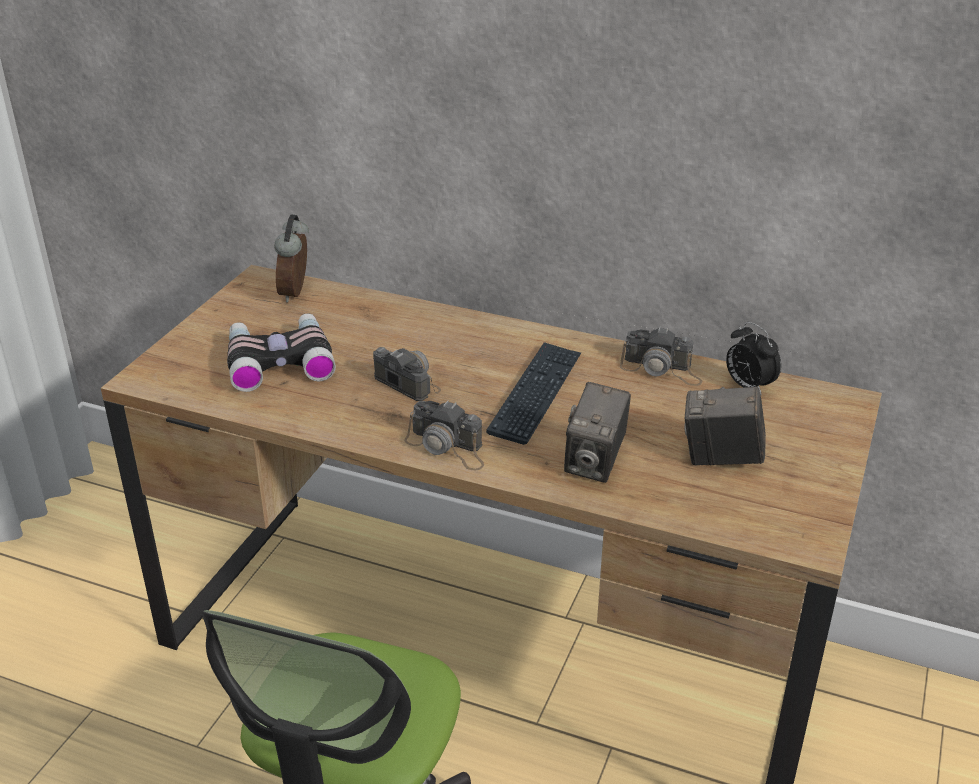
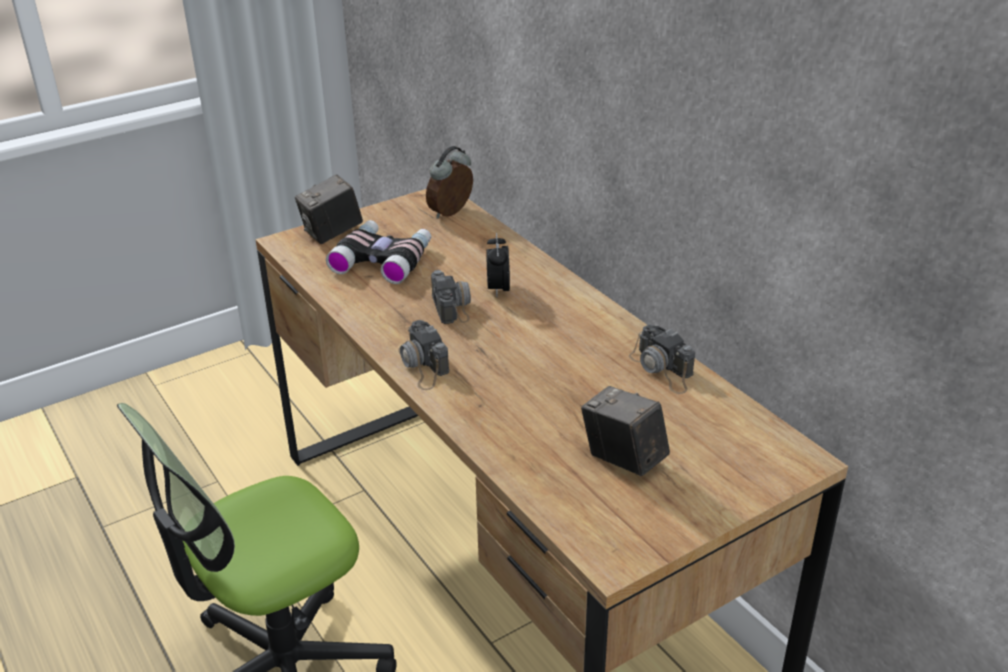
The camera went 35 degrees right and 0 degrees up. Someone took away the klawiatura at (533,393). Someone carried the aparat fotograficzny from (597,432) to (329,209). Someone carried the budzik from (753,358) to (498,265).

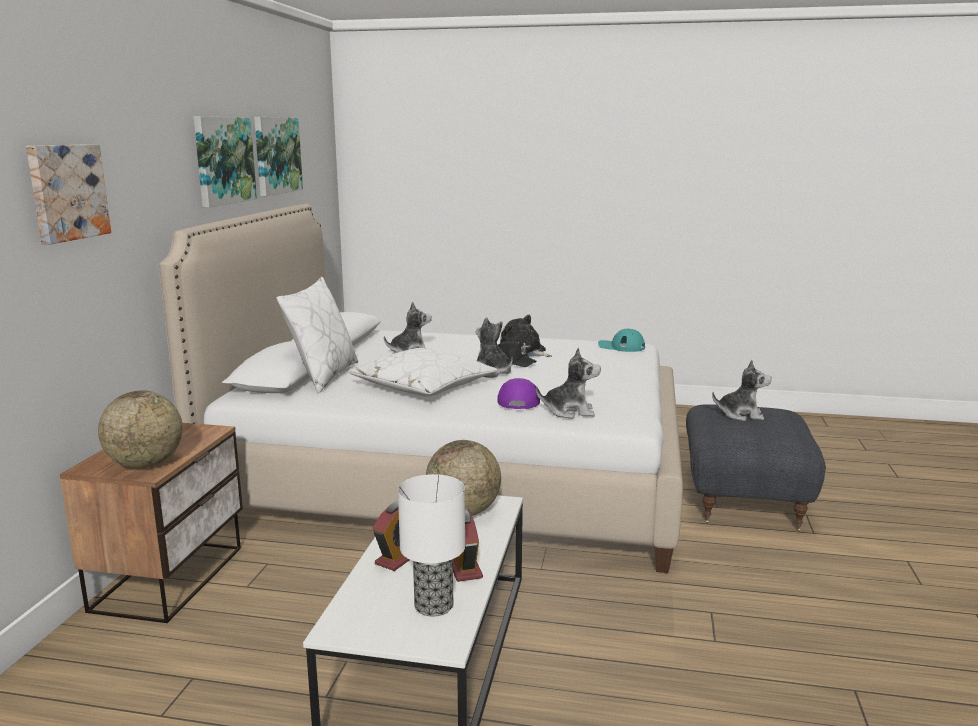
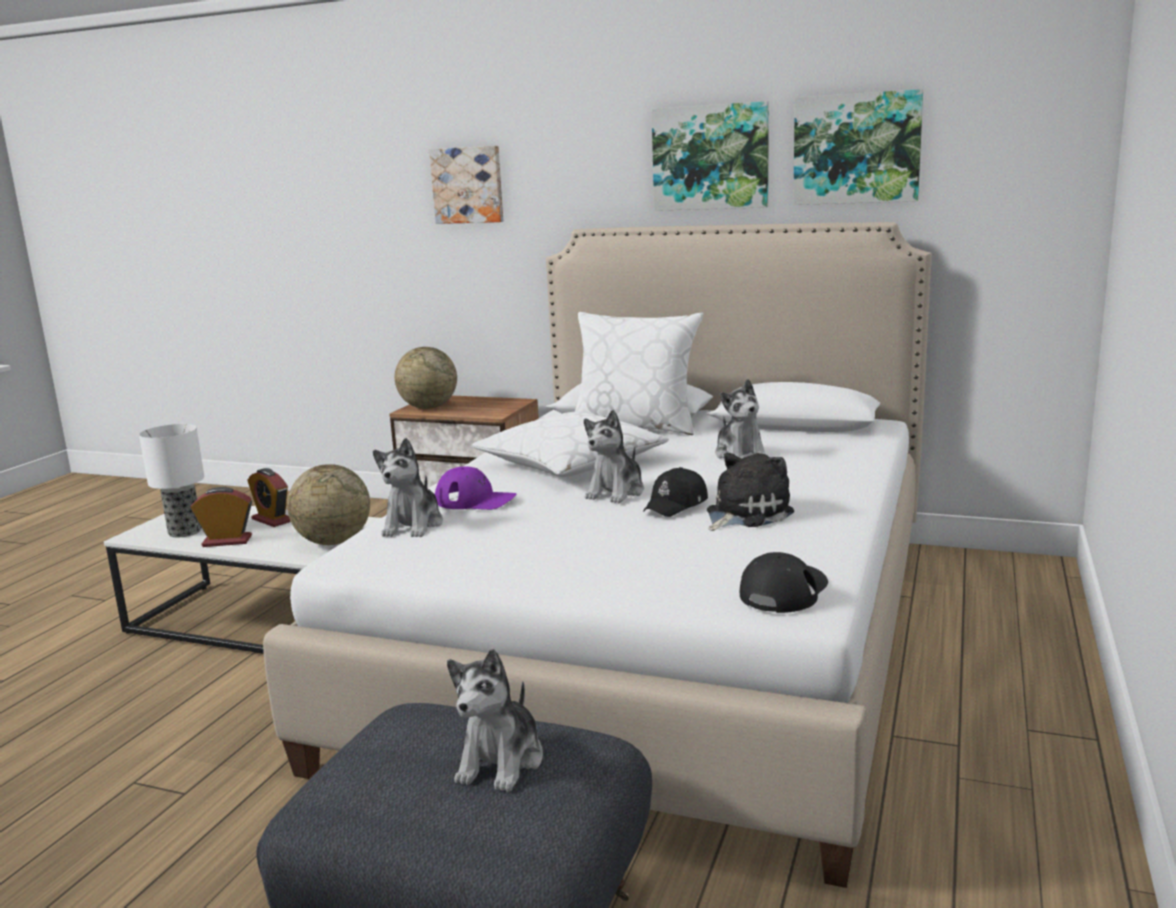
The camera went 100 degrees right and 0 degrees up. Someone repainted the czapka z daszkiem [turkusowy] at (621,340), which became the czapka z daszkiem [czarny] at (784,582). Someone rotated the pluszak at (494,347) by 150 degrees clockwise.

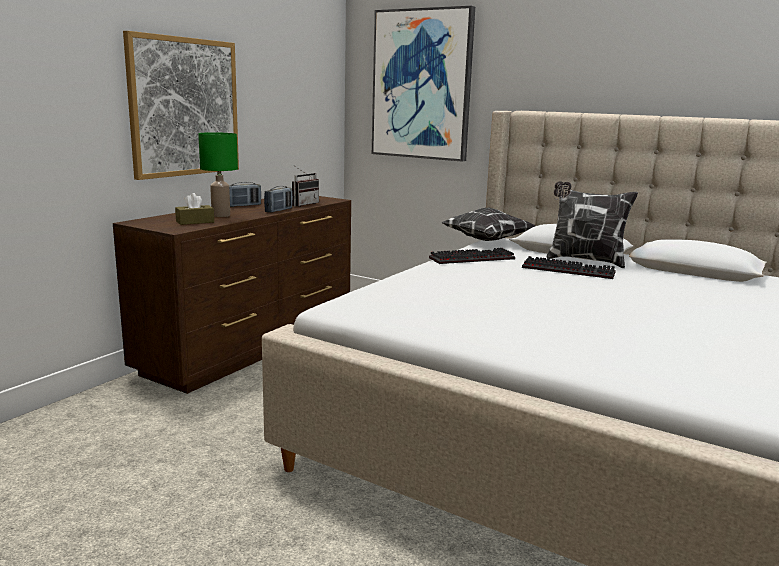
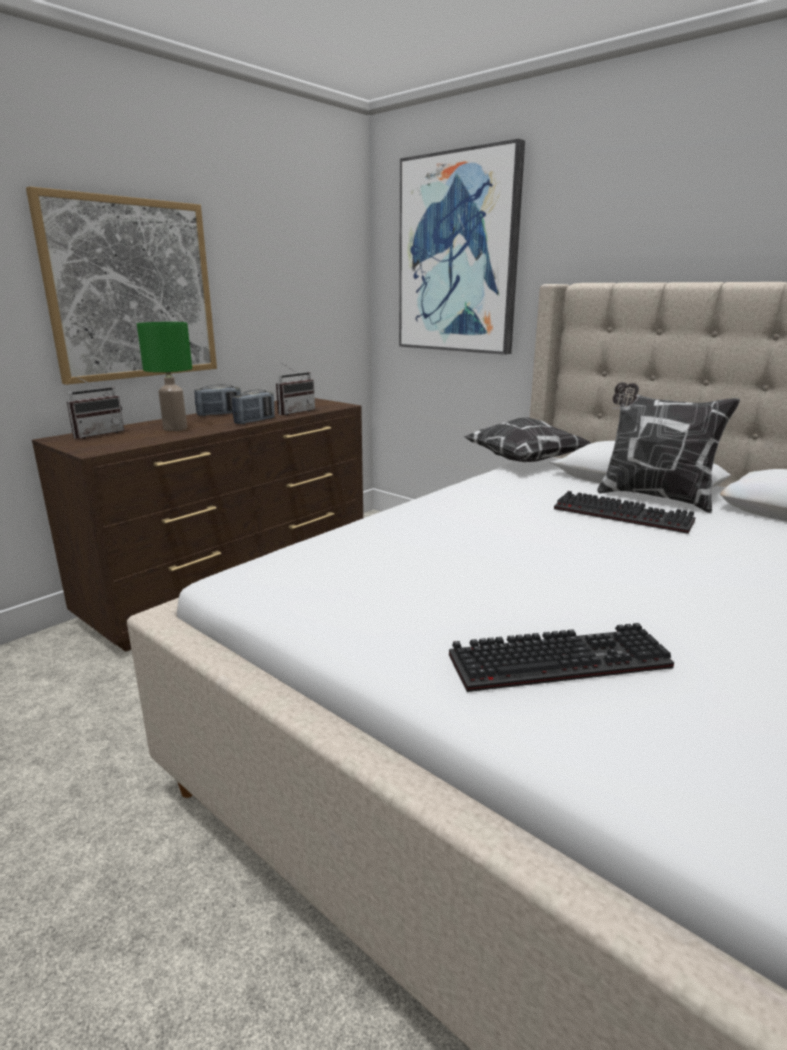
The camera went 10 degrees right and 5 degrees up. Someone took away the pudełko chusteczek [brązowy] at (194,209). Someone put down the radio at (95,407). Someone carried the klawiatura from (472,256) to (561,657).

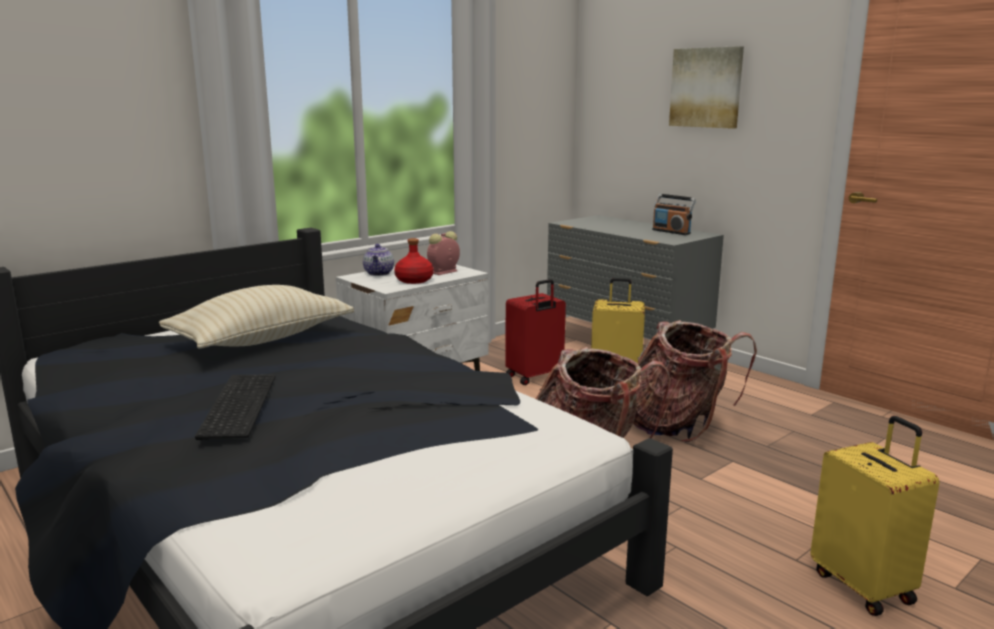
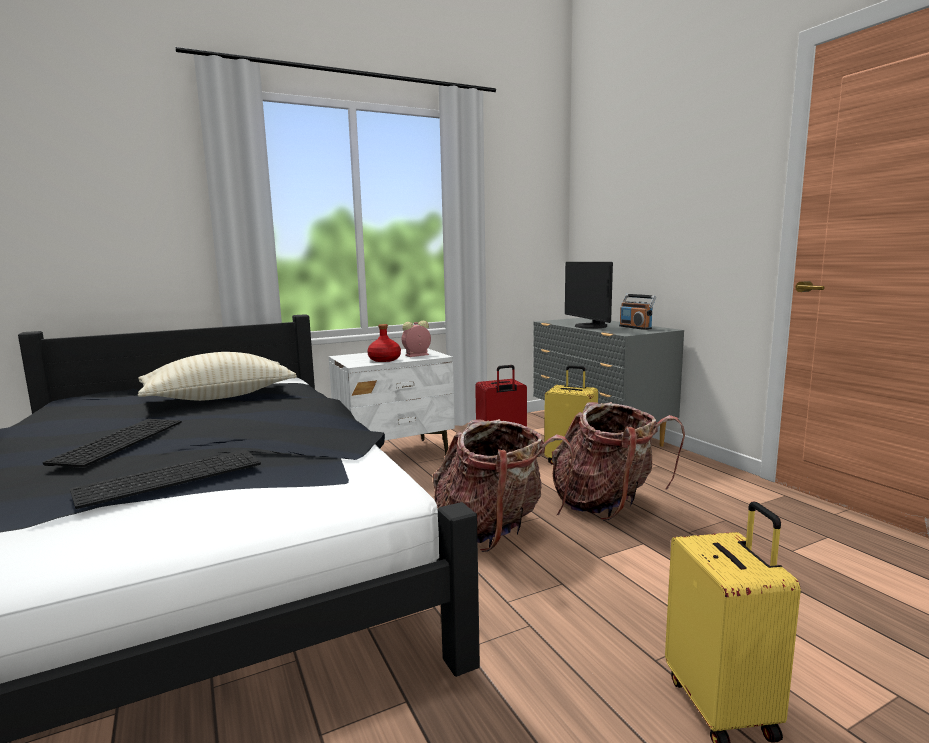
The camera went 15 degrees right and 5 degrees down. Someone took away the imbryk at (378,260). Someone took away the obraz at (706,87). Someone put down the klawiatura at (165,479). Someone put down the monitor at (589,295).

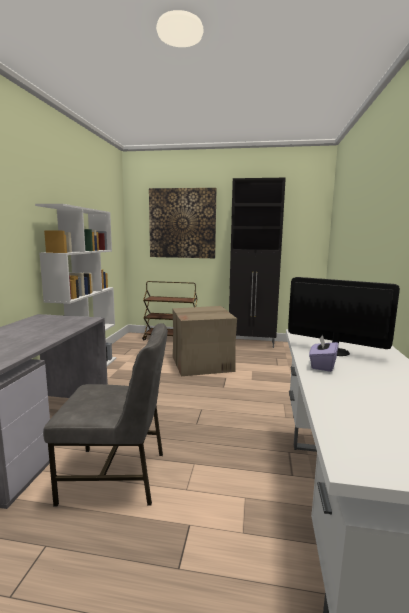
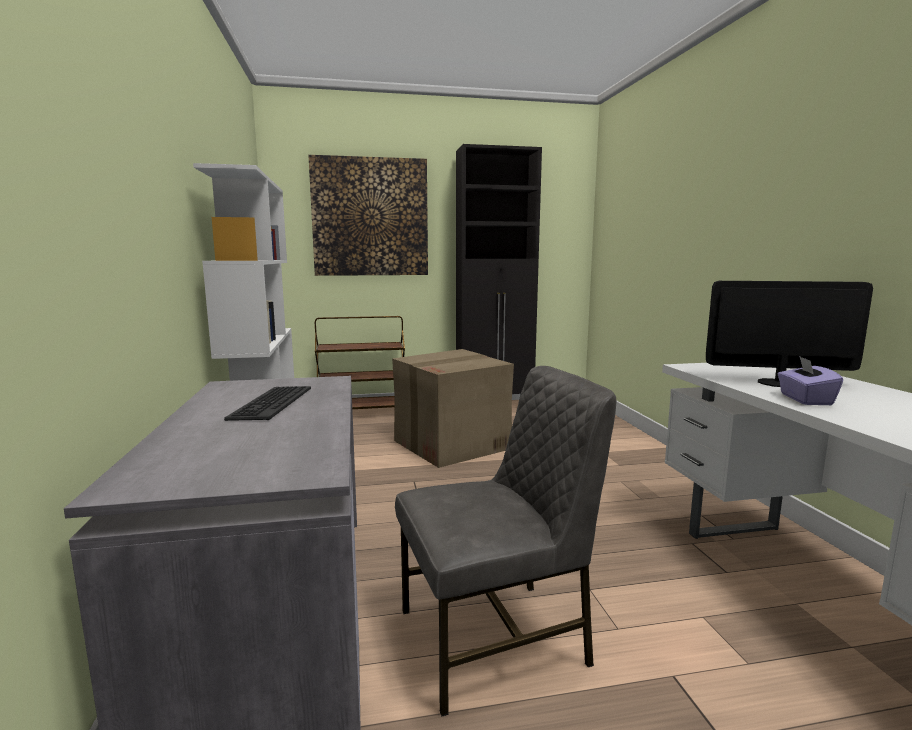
The camera went 20 degrees left and 0 degrees up. Someone put down the klawiatura at (267,403).

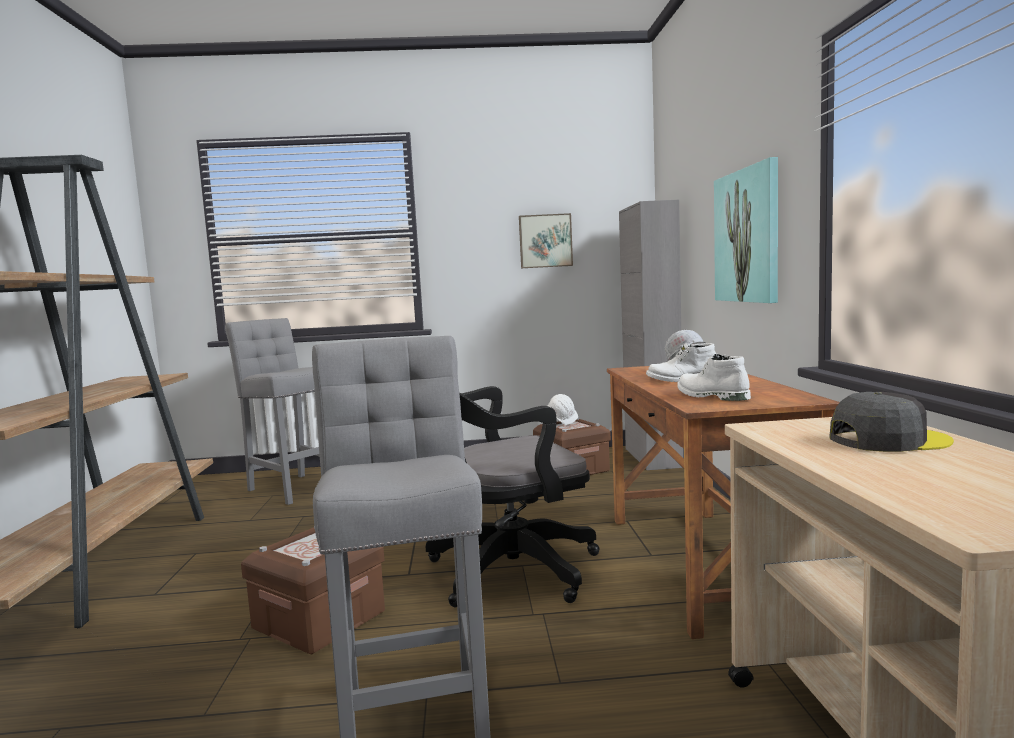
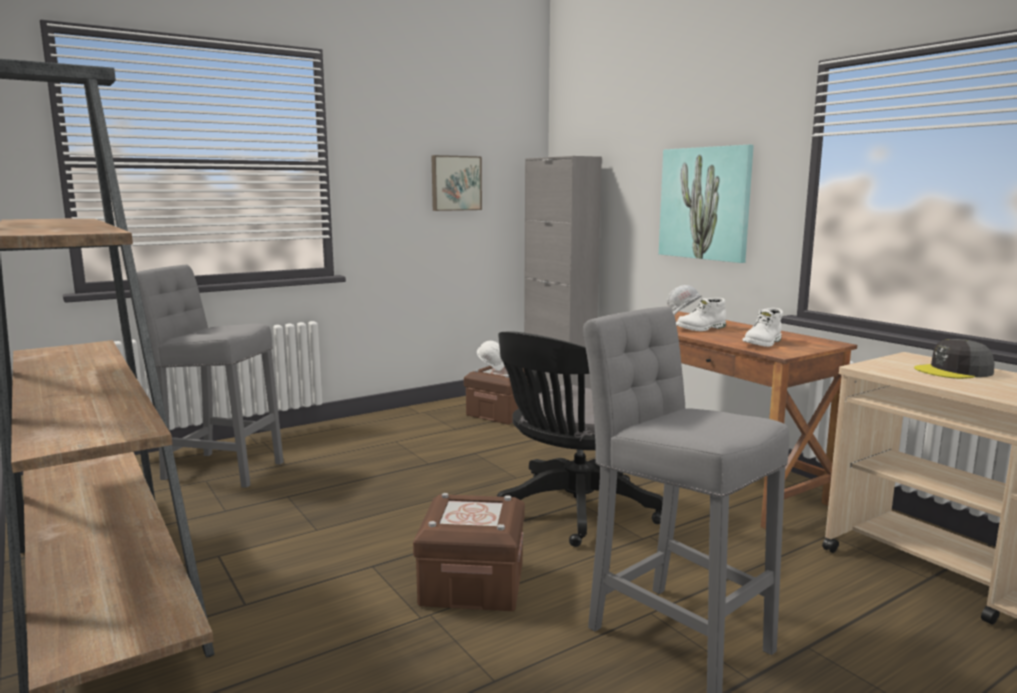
The camera went 30 degrees left and 5 degrees up. Someone rotated the but z cholewką [biały] at (714,377) by 75 degrees counterclockwise. Someone rotated the czapka z daszkiem [szary] at (891,422) by 150 degrees counterclockwise.

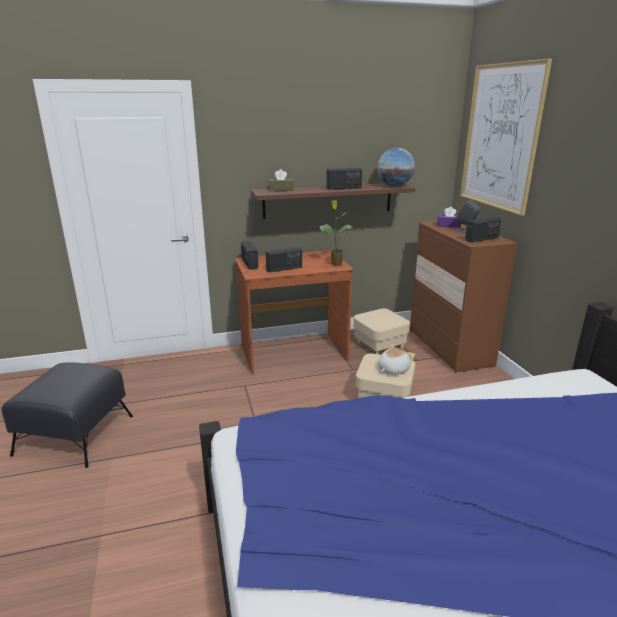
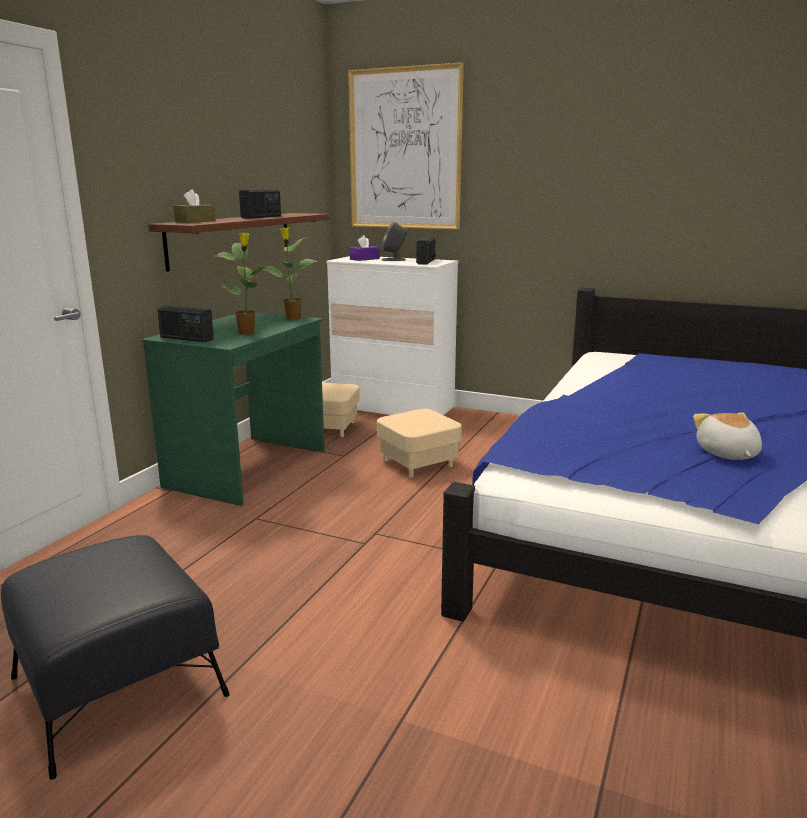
The camera went 50 degrees left and 5 degrees down. Someone took away the globus at (396,167). Someone carried the pluszak from (396,360) to (727,436). Someone swapped the radio at (284,259) for the roślina doniczkowa at (240,283). Someone repainted the biurko [brązowy] at (294,312), which became the biurko [zielony] at (233,409). Someone repainted the komoda [brązowy] at (464,297), which became the komoda [biały] at (392,335).

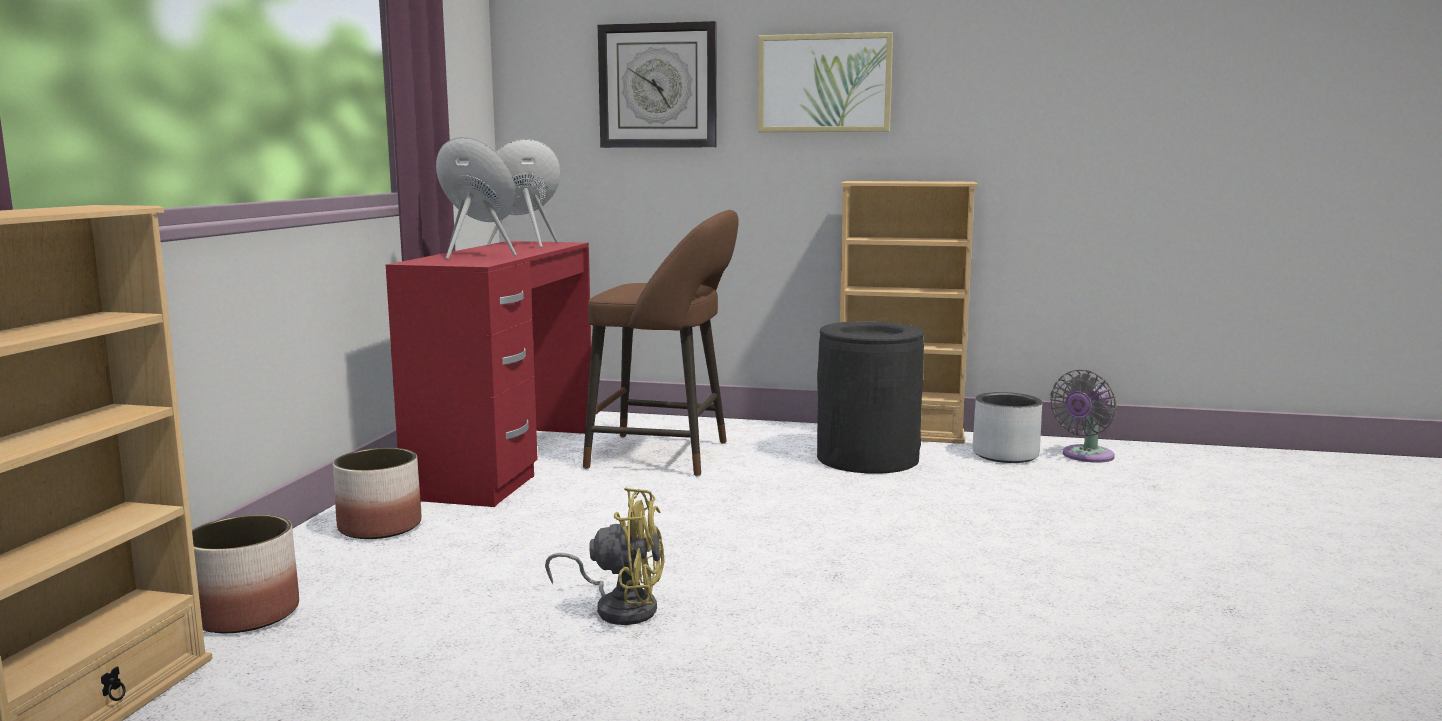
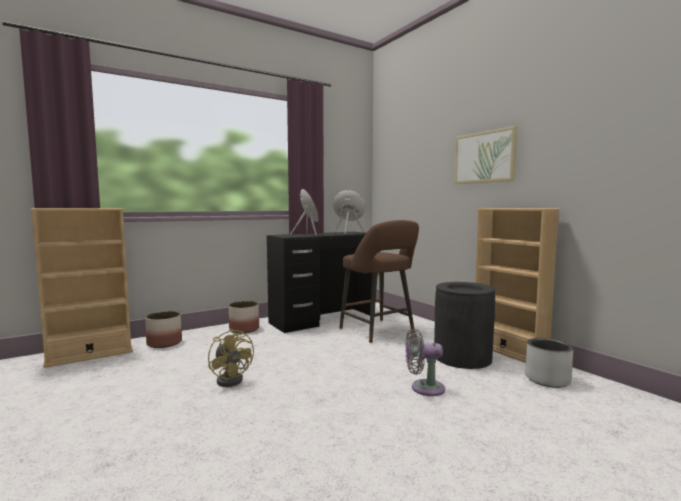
The camera went 45 degrees right and 5 degrees down. Someone took away the zegar ścienny at (657,84). Someone carried the wentylator [szary] from (1083,416) to (425,362). Someone repainted the biurko [czerwony] at (488,374), which became the biurko [czarny] at (319,282).

